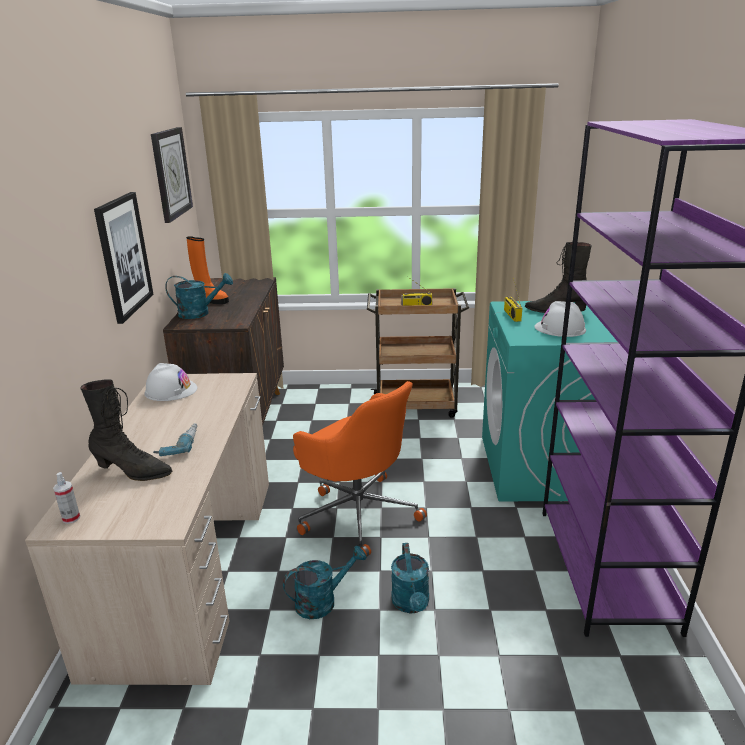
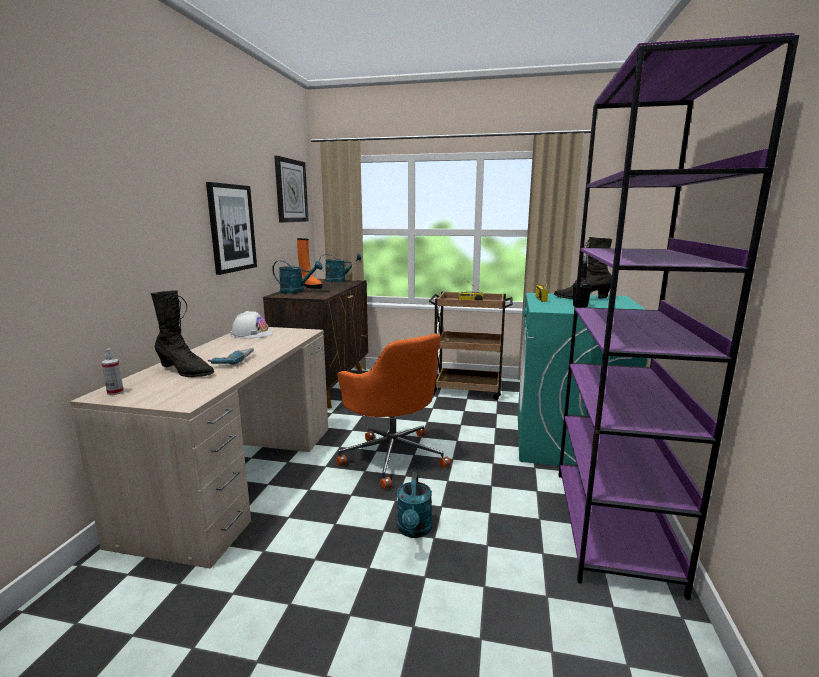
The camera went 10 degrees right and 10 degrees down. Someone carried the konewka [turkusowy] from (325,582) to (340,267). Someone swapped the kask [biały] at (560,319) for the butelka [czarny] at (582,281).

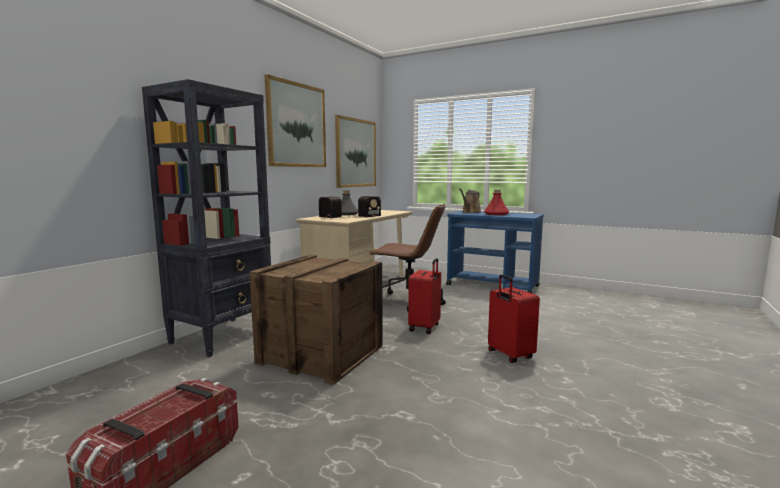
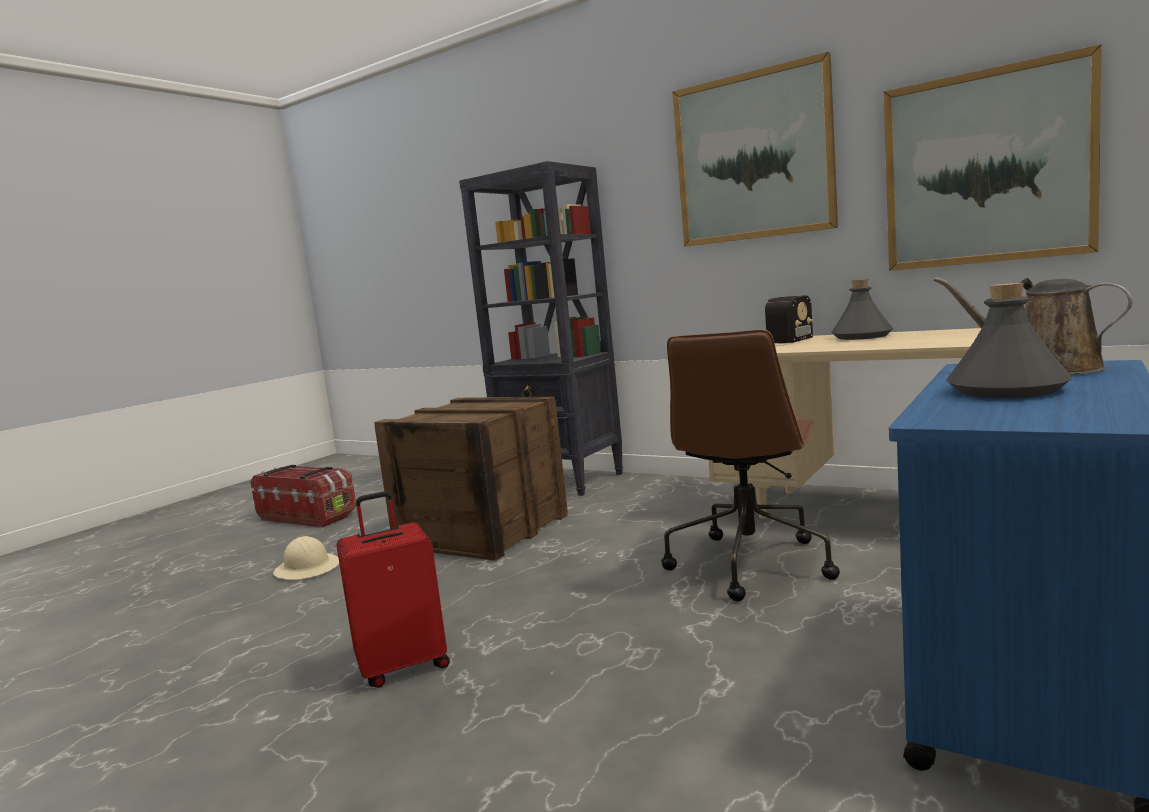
The camera went 95 degrees right and 0 degrees up. Someone took away the radio at (364,207). Someone took away the walizka [czerwony] at (424,296). Someone put down the kask [beżowy] at (306,558). Someone repainted the butelka [czerwony] at (496,202), which became the butelka [szary] at (1009,340).

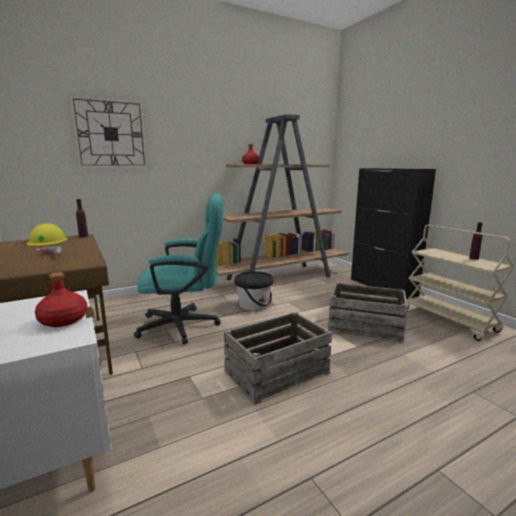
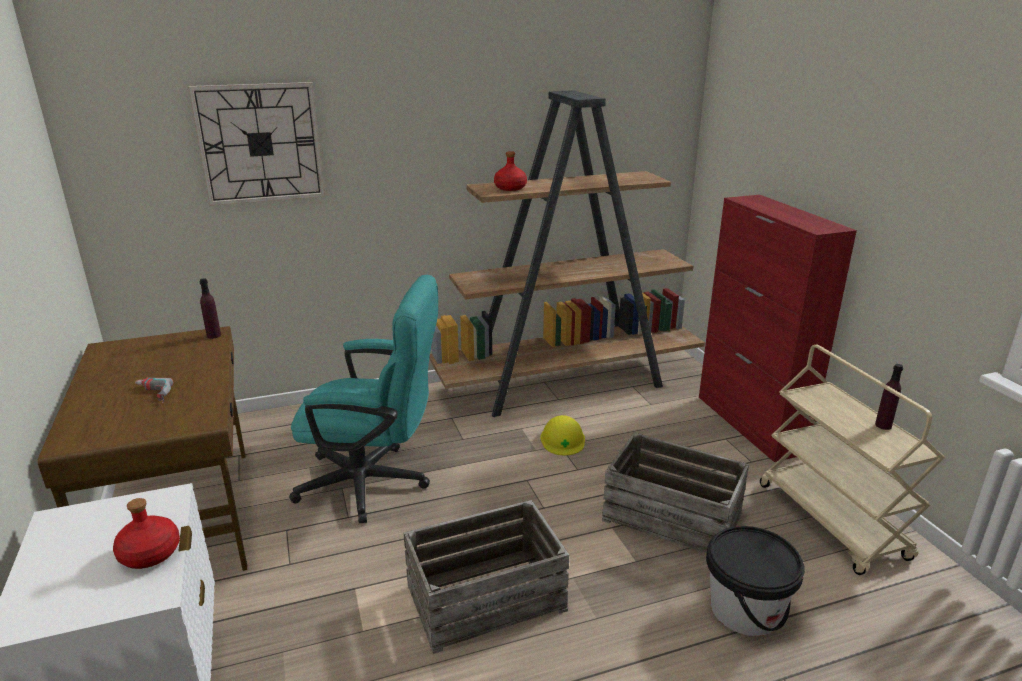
The camera went 10 degrees right and 10 degrees up. Someone carried the kask [żółty] from (47,234) to (562,435). Someone carried the wiadro [czarny] from (253,291) to (755,581). Someone repainted the szafka [czarny] at (393,233), which became the szafka [czerwony] at (778,328).

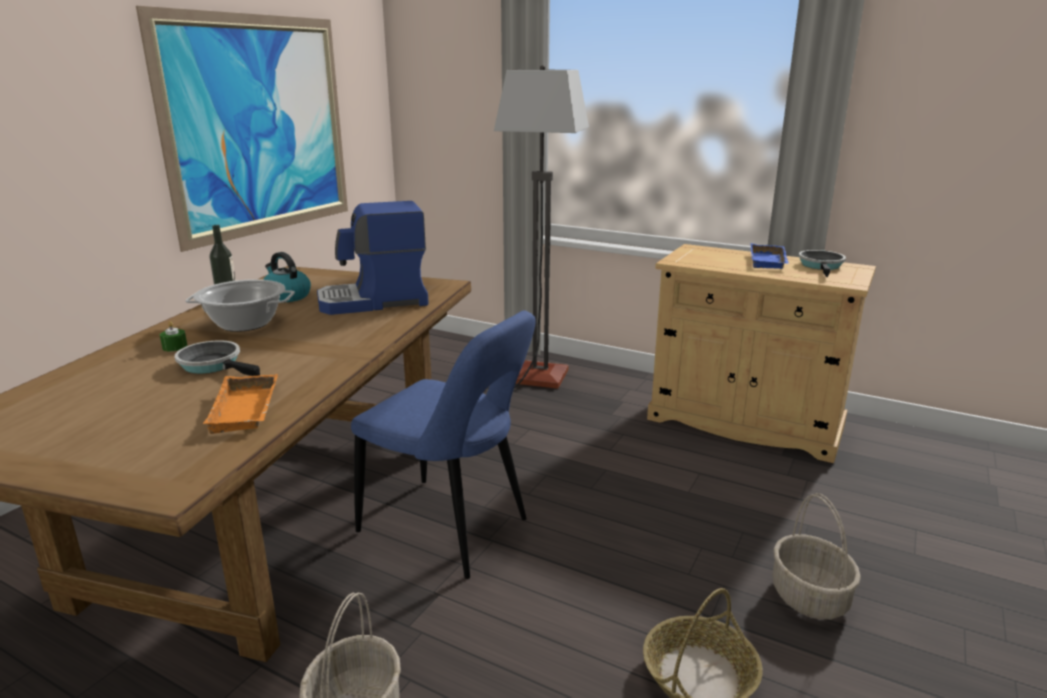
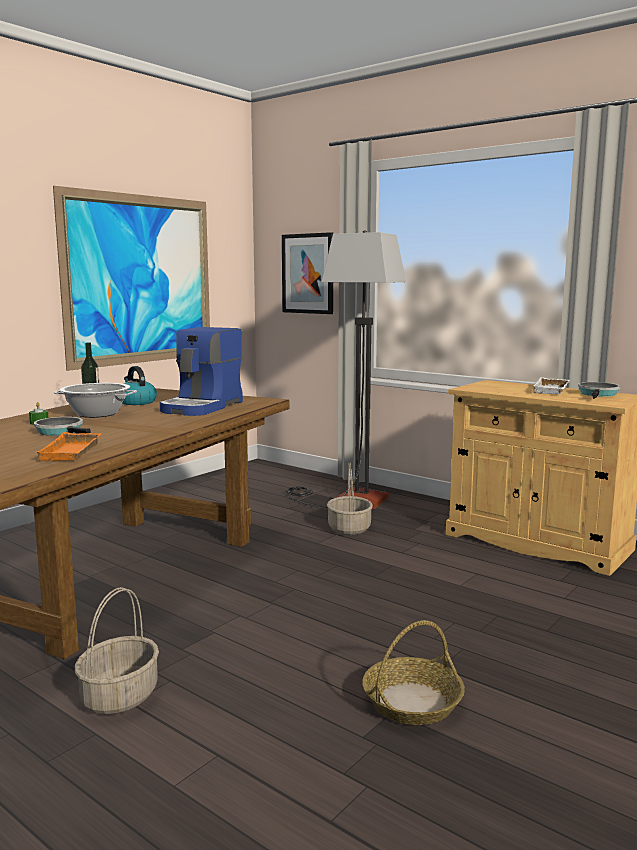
The camera went 10 degrees right and 10 degrees down. Someone took away the krzesło [niebieski] at (443,445). Someone put up the obraz at (307,273). Someone carried the koszyk from (816,556) to (350,498). Someone repainted the taca [niebieski] at (770,256), which became the taca [biały] at (551,385). Someone rotated the ekspres do kawy at (373,258) by 60 degrees counterclockwise.

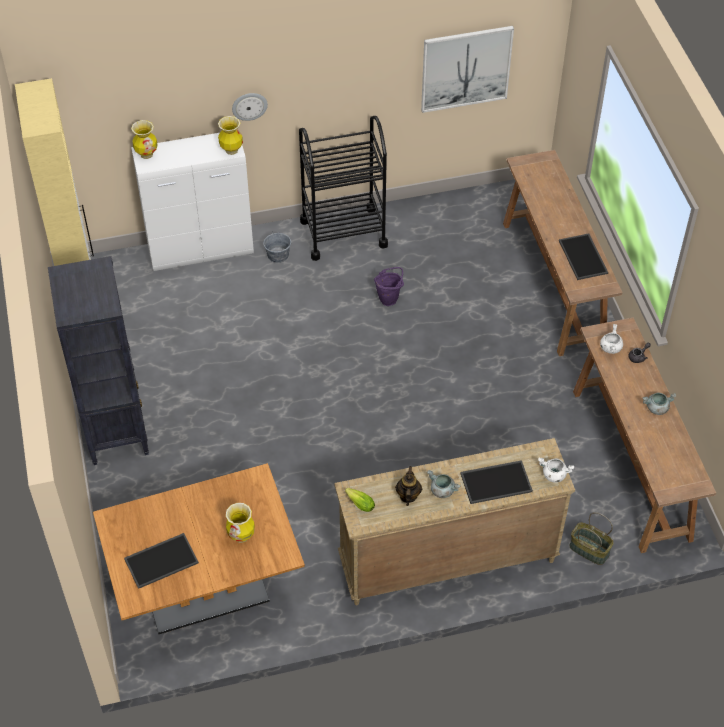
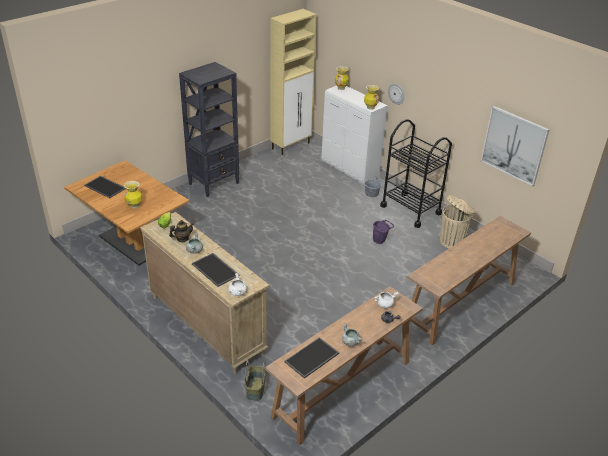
The camera went 60 degrees right and 15 degrees down. Someone put down the kosz na śmieci [beżowy] at (457,221). Someone carried the taca from (583,256) to (311,358).

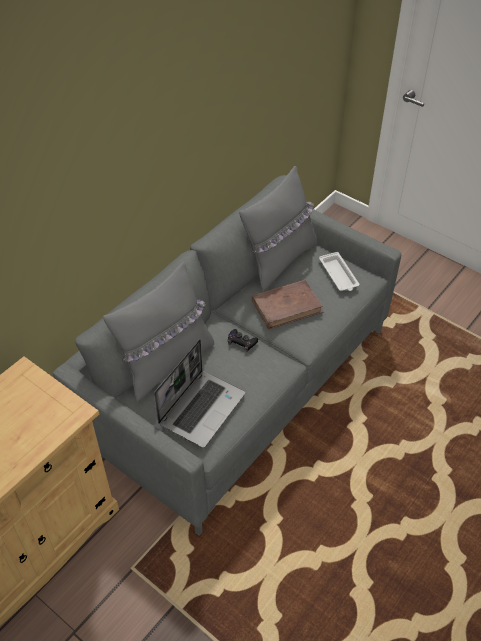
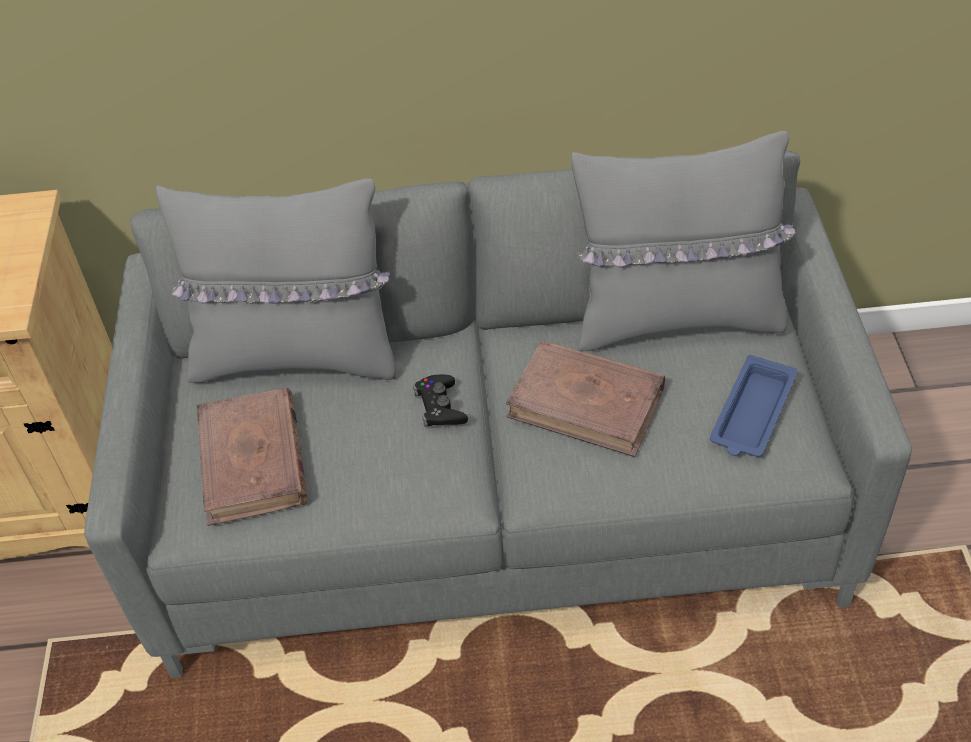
The camera went 50 degrees right and 0 degrees up. Someone swapped the laptop at (199,393) for the książka [brązowy] at (251,457). Someone repainted the taca [biały] at (339,271), which became the taca [niebieski] at (754,406).

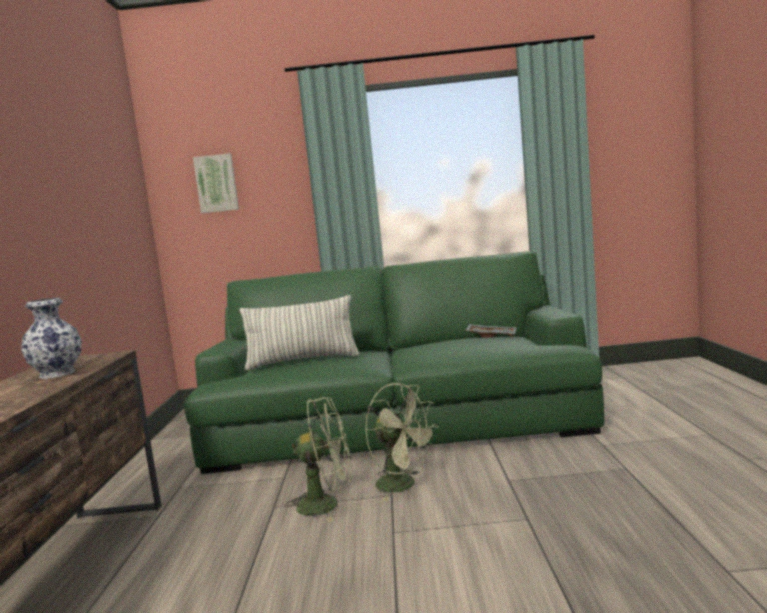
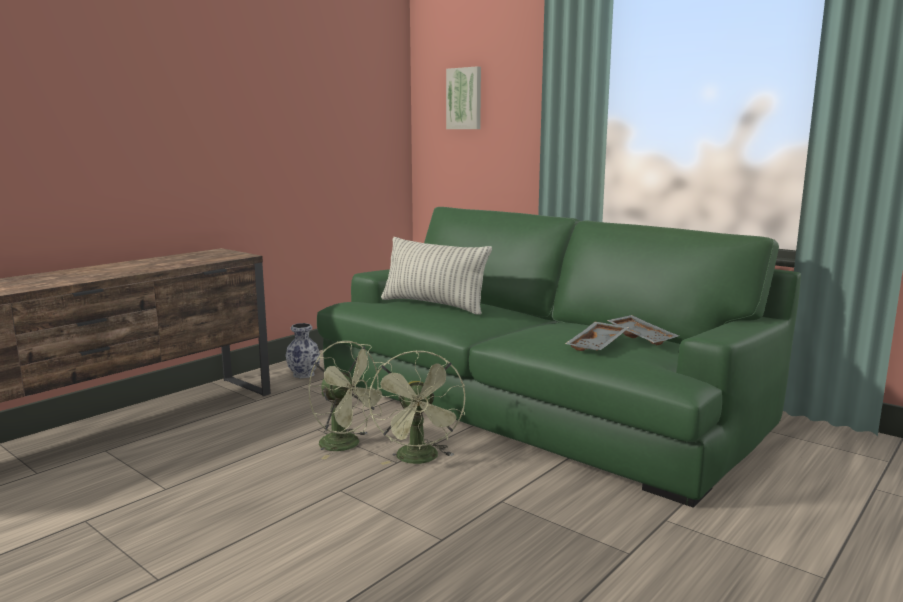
The camera went 40 degrees right and 5 degrees up. Someone put down the taca [szary] at (597,336). Someone carried the wazon from (51,338) to (303,350).

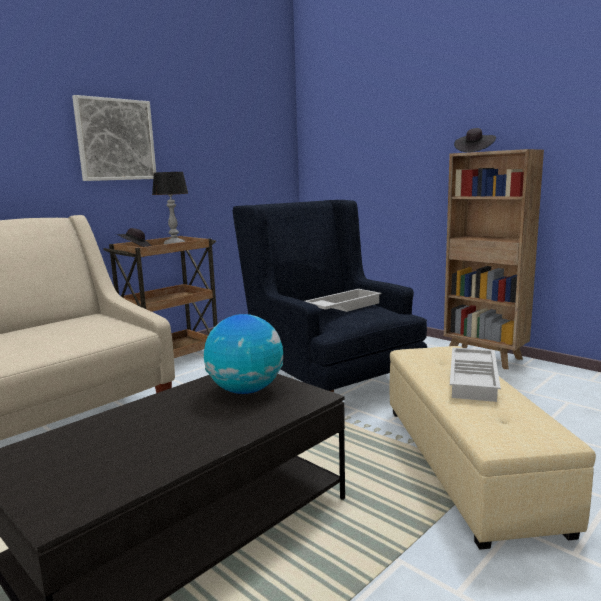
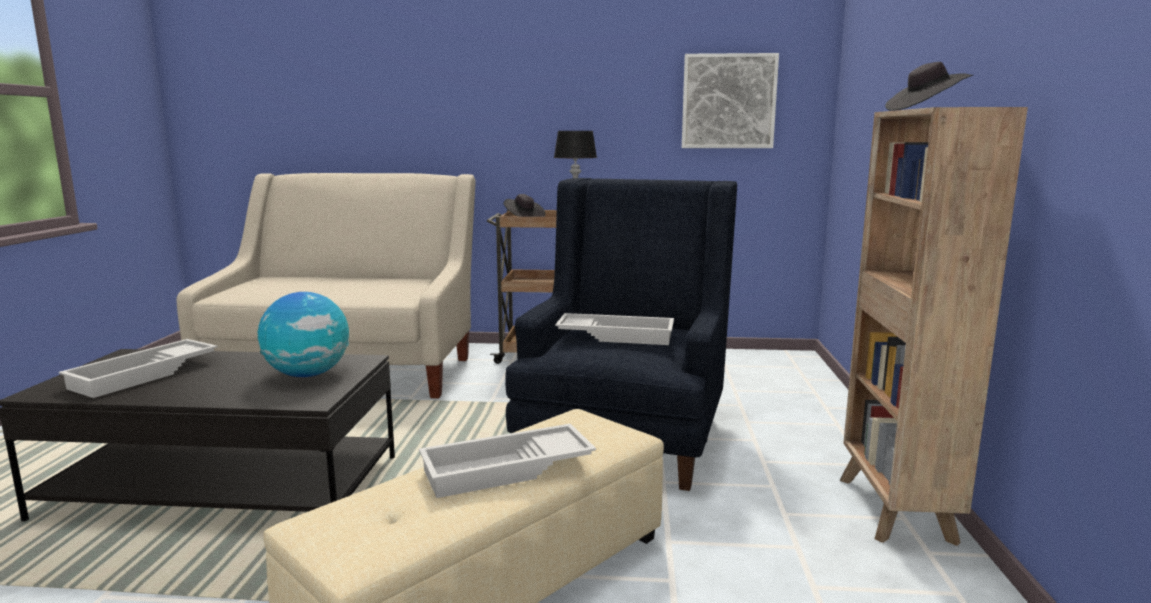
The camera went 50 degrees right and 0 degrees up. Someone put down the taca [biały] at (138,368). Someone carried the obraz from (114,138) to (730,100).

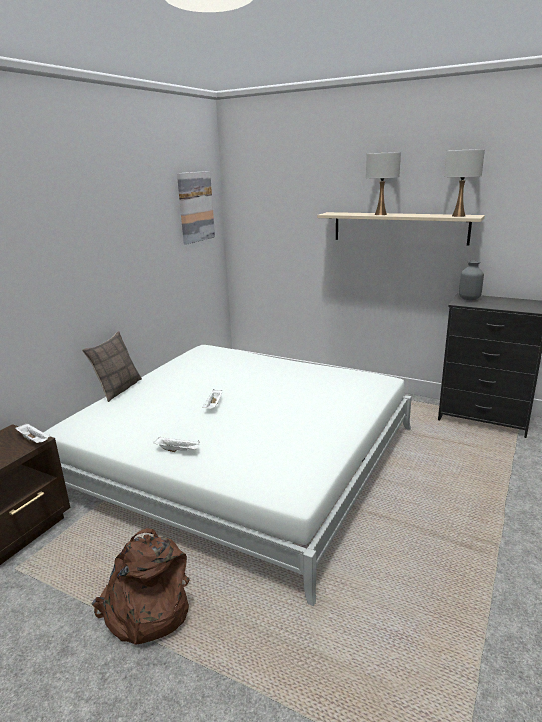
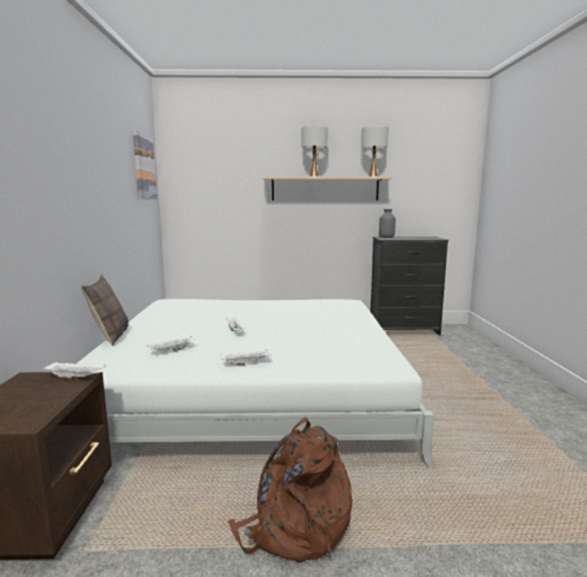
The camera went 30 degrees left and 10 degrees down. Someone put down the taca [biały] at (171,343).

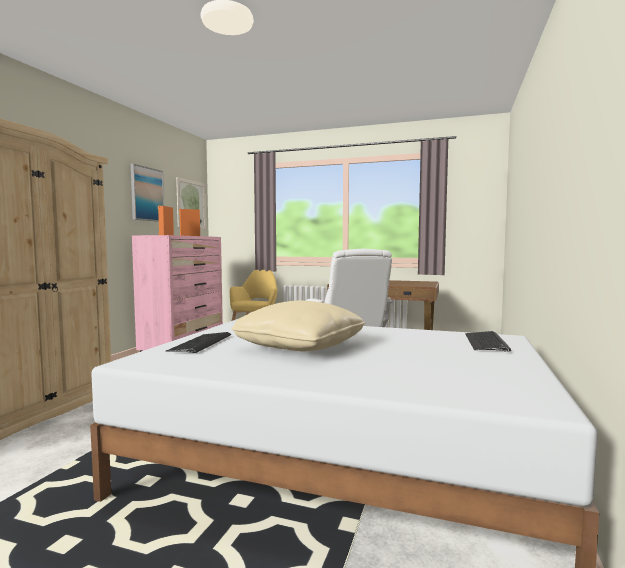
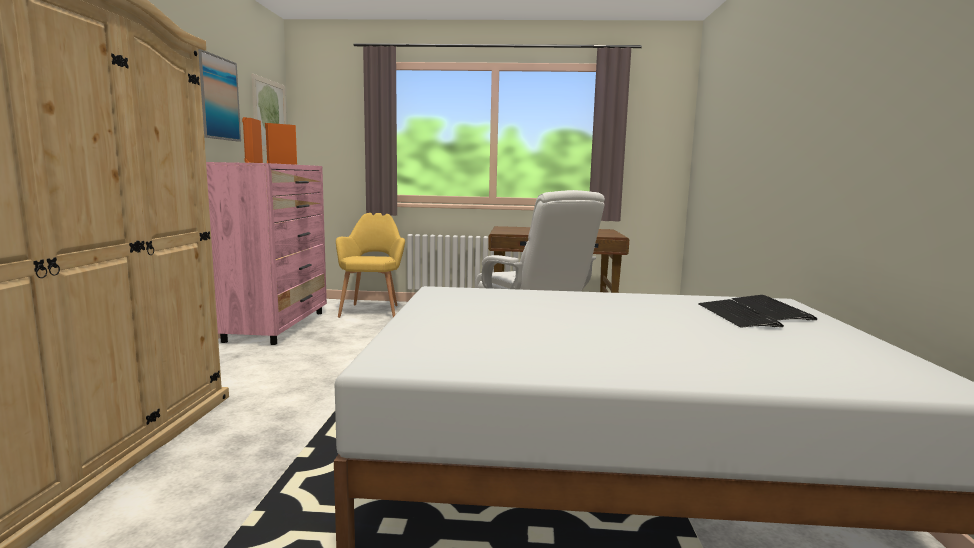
The camera went 15 degrees left and 5 degrees up. Someone took away the poduszka [beżowy] at (298,325). Someone carried the klawiatura from (198,342) to (741,313).

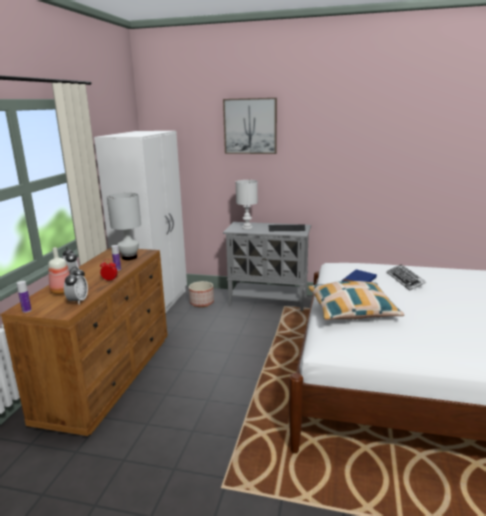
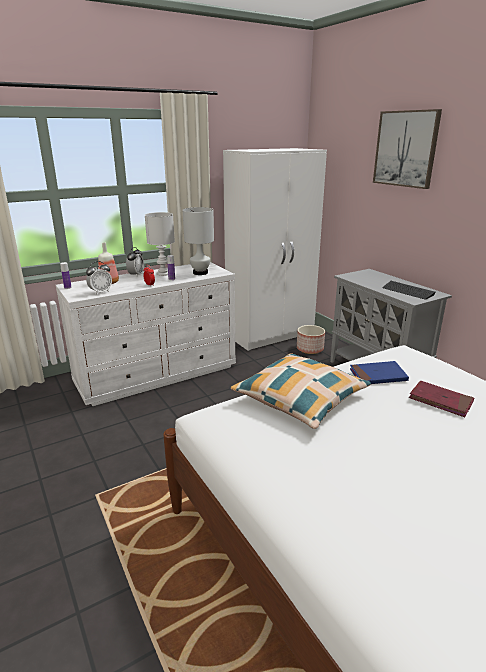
The camera went 45 degrees right and 5 degrees up. Someone carried the lampa stołowa [biały] from (247,204) to (160,244). Someone swapped the klawiatura at (406,277) for the książka [czerwony] at (441,399). Someone repainted the komoda [brązowy] at (84,341), which became the komoda [biały] at (146,334).

